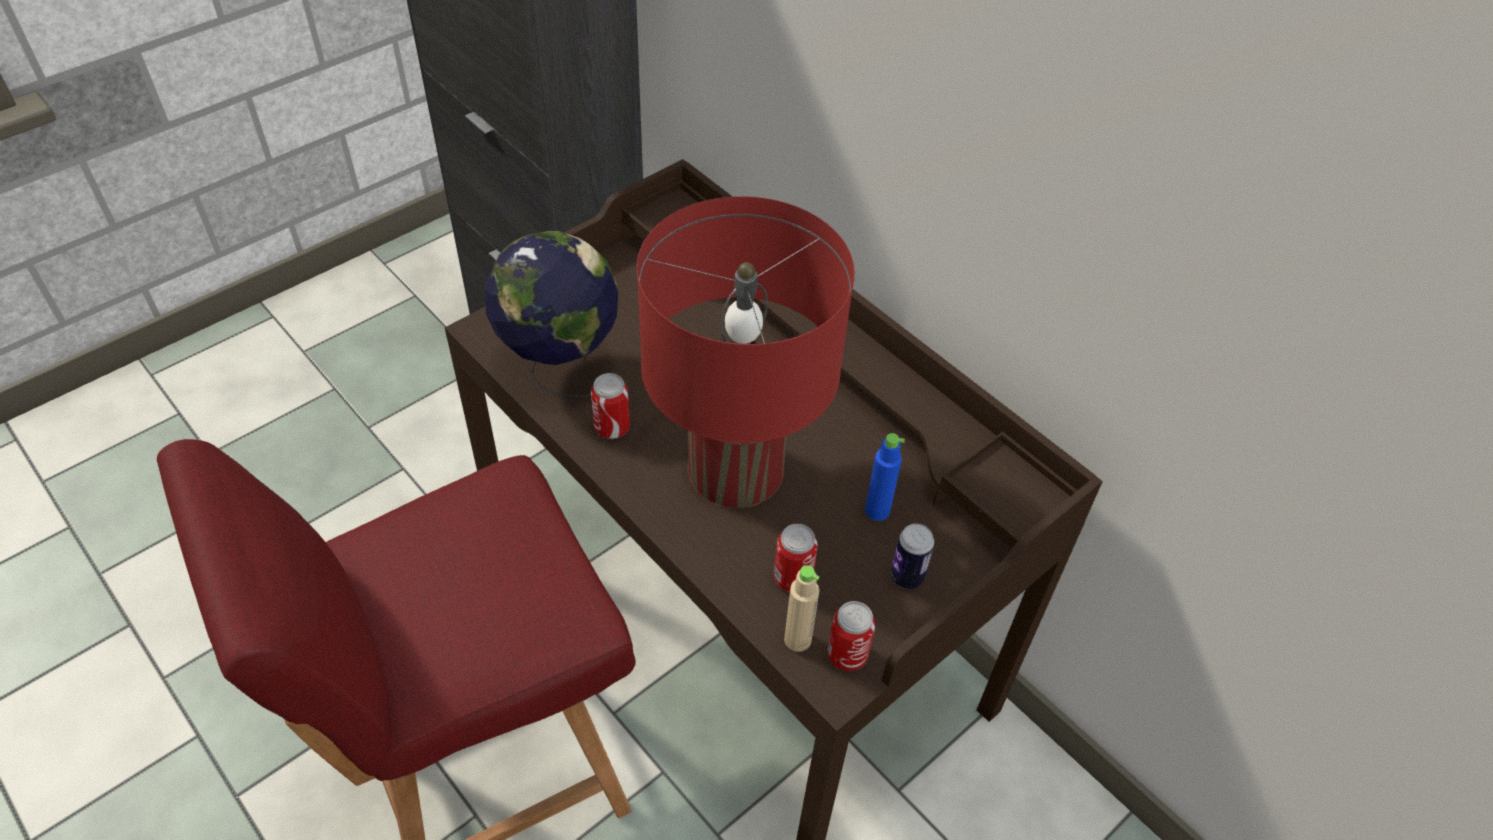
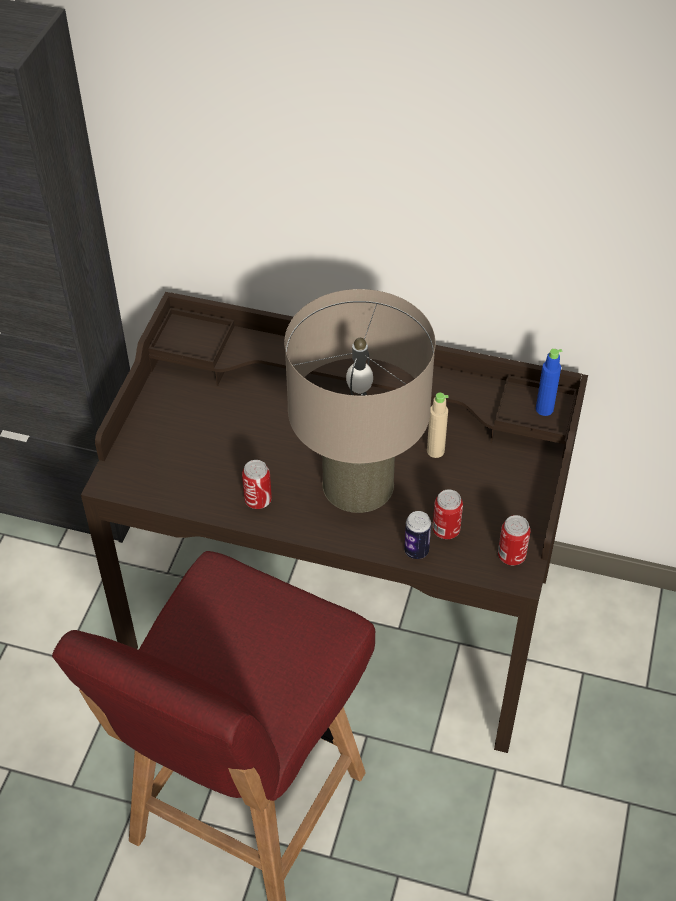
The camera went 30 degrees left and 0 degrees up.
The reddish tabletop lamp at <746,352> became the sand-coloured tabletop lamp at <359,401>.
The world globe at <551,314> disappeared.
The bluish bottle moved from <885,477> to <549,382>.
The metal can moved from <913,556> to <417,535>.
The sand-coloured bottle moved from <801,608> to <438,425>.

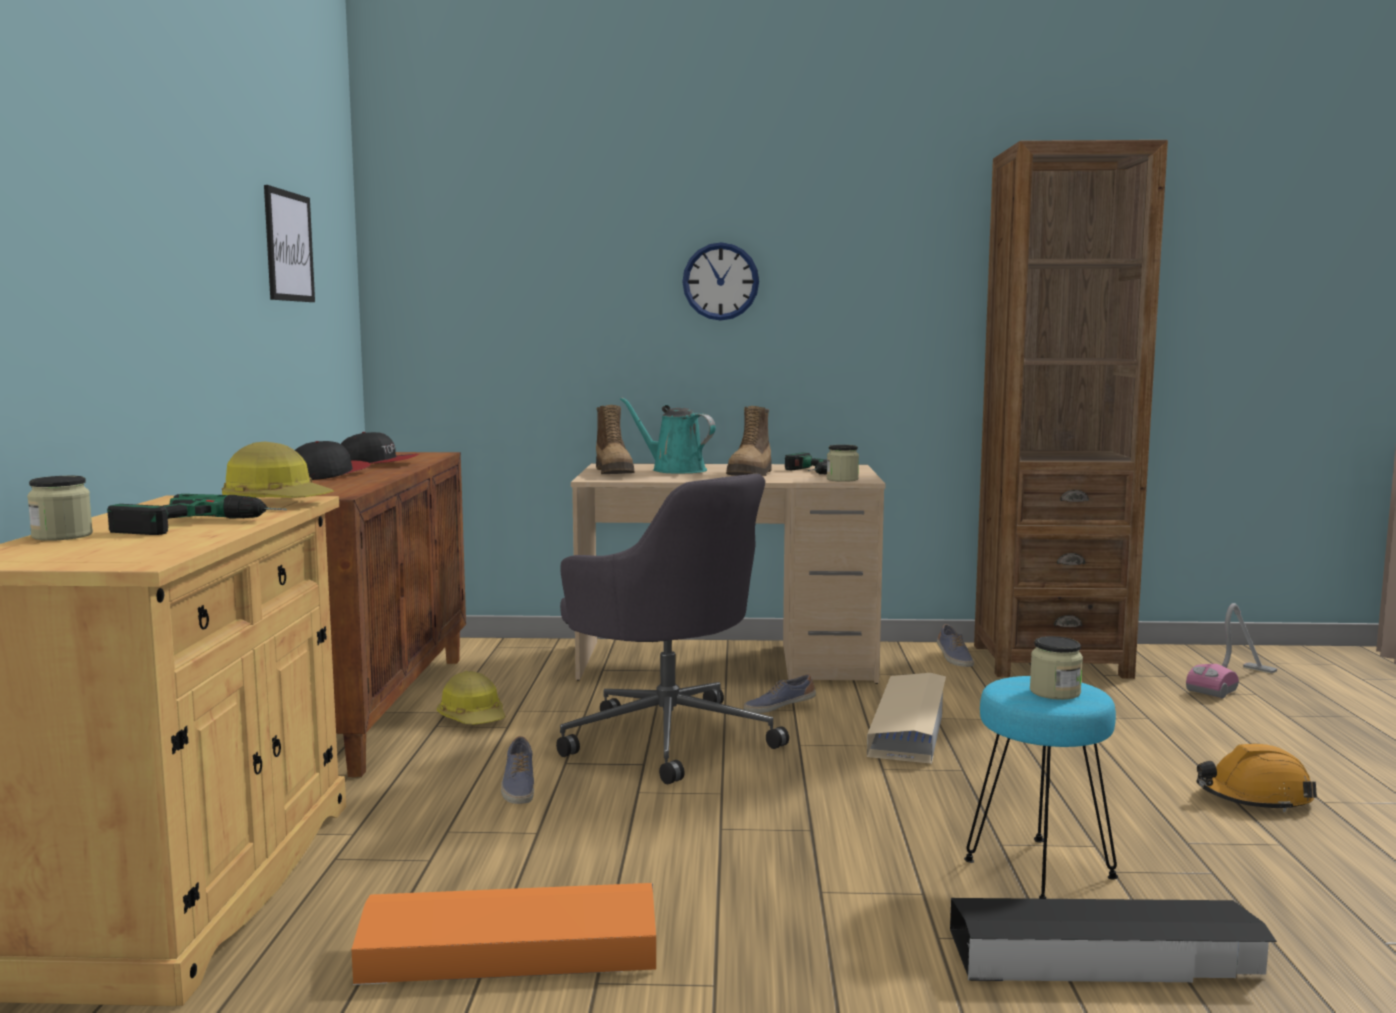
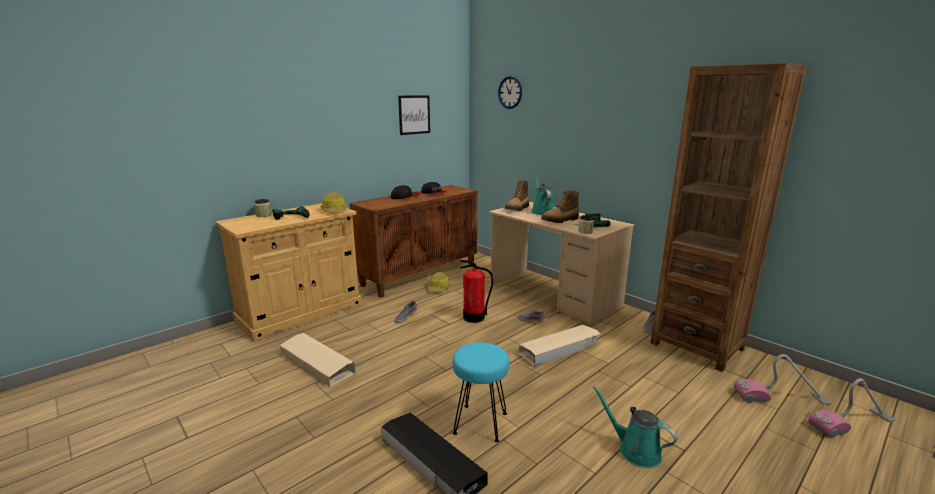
The camera went 45 degrees right and 10 degrees up.
The clock on the wall moved from <720,281> to <510,92>.
The gray office chair at <672,629> was replaced by the extinguisher at <476,291>.
The storage jar at <1056,668> disappeared.
The orange-coloured hard hat at <1256,778> was replaced by the blue-green watering pot at <635,427>.
The orange-coloured storage bin at <504,934> became the sand-coloured storage bin at <317,360>.
The vacuum at <852,408> appeared.

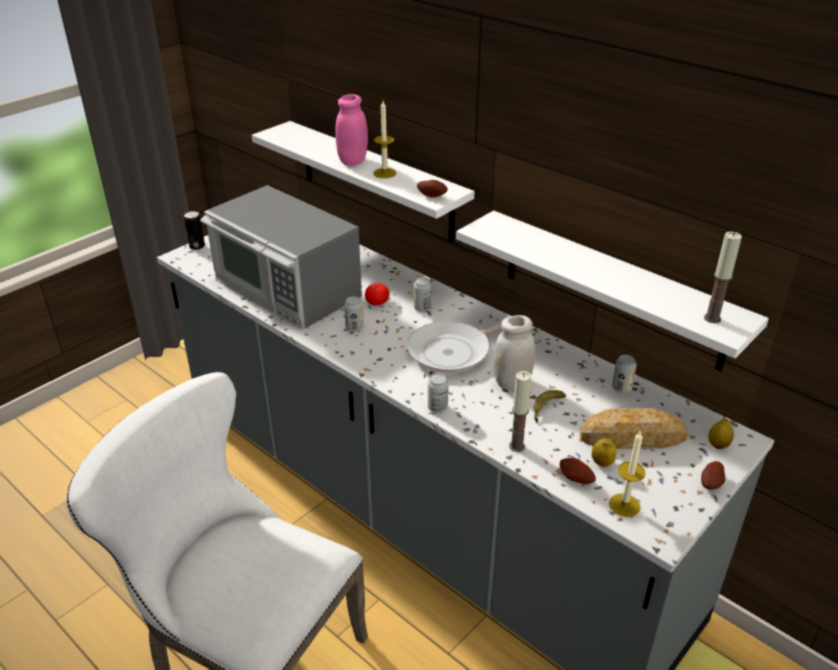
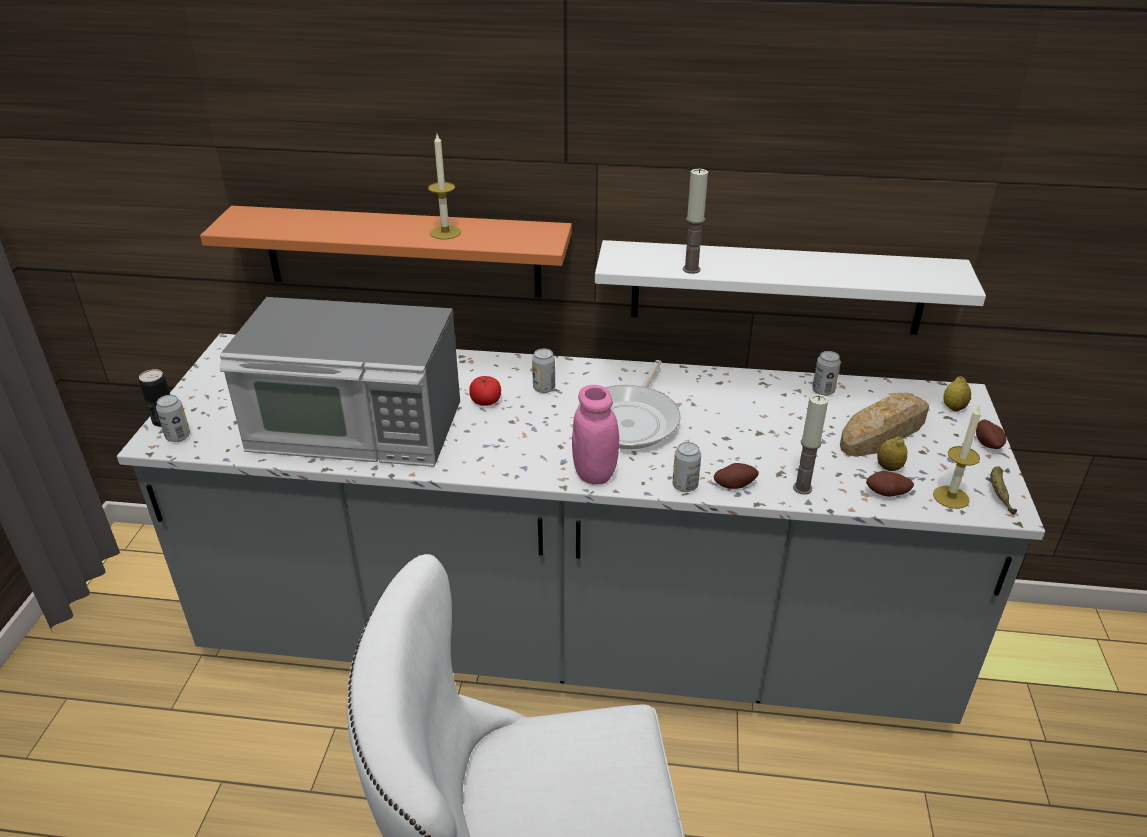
The camera went 35 degrees left and 0 degrees up.
The pink storage jar moved from <351,130> to <595,435>.
The whitish bracket shelf at <363,181> became the orange-coloured bracket shelf at <386,252>.
The whole potato moved from <432,189> to <736,476>.
The wax candle moved from <723,277> to <695,221>.
The metal can moved from <353,314> to <173,418>.
The whitish storage jar at <514,352> disappeared.
The whole banana moved from <550,406> to <1003,490>.

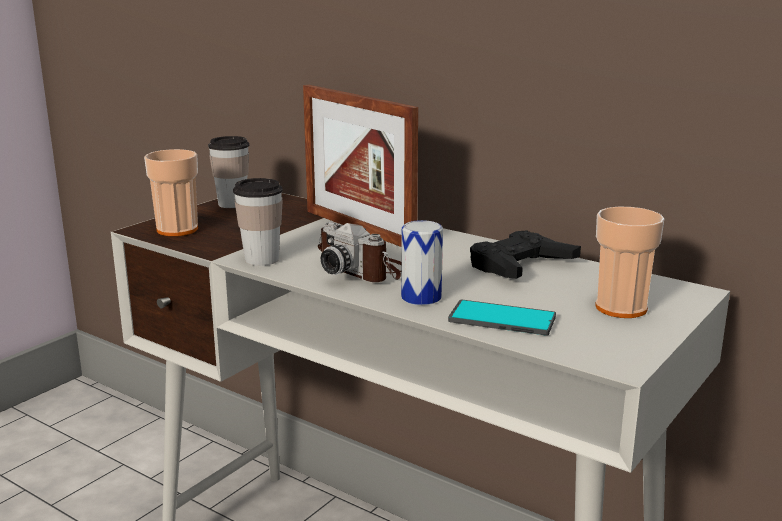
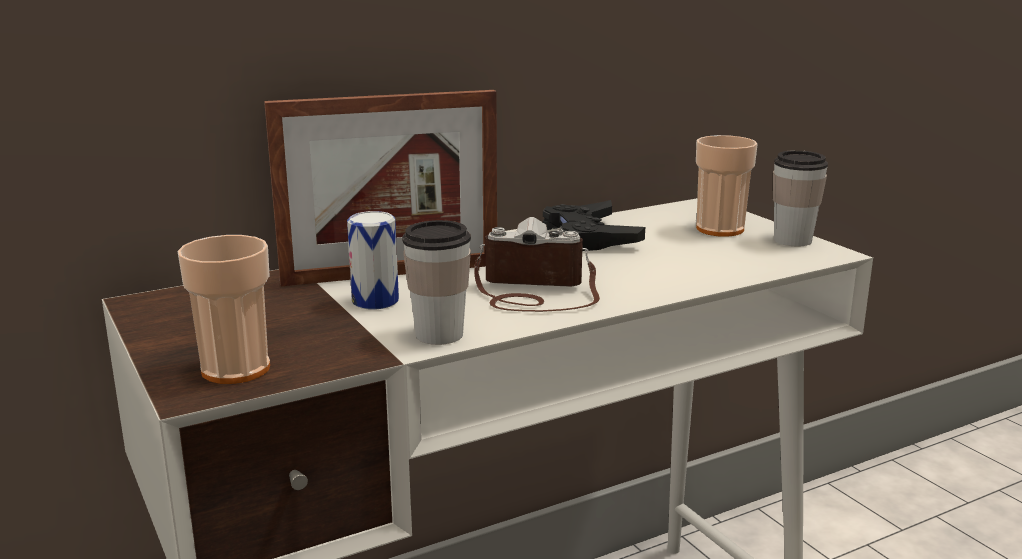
The camera went 65 degrees left and 0 degrees up.
The drinking cup moved from <228,172> to <800,198>.
The metal can moved from <422,262> to <373,260>.
The photo camera at <359,252> turned 150 degrees counterclockwise.
The telephone at <502,318> disappeared.

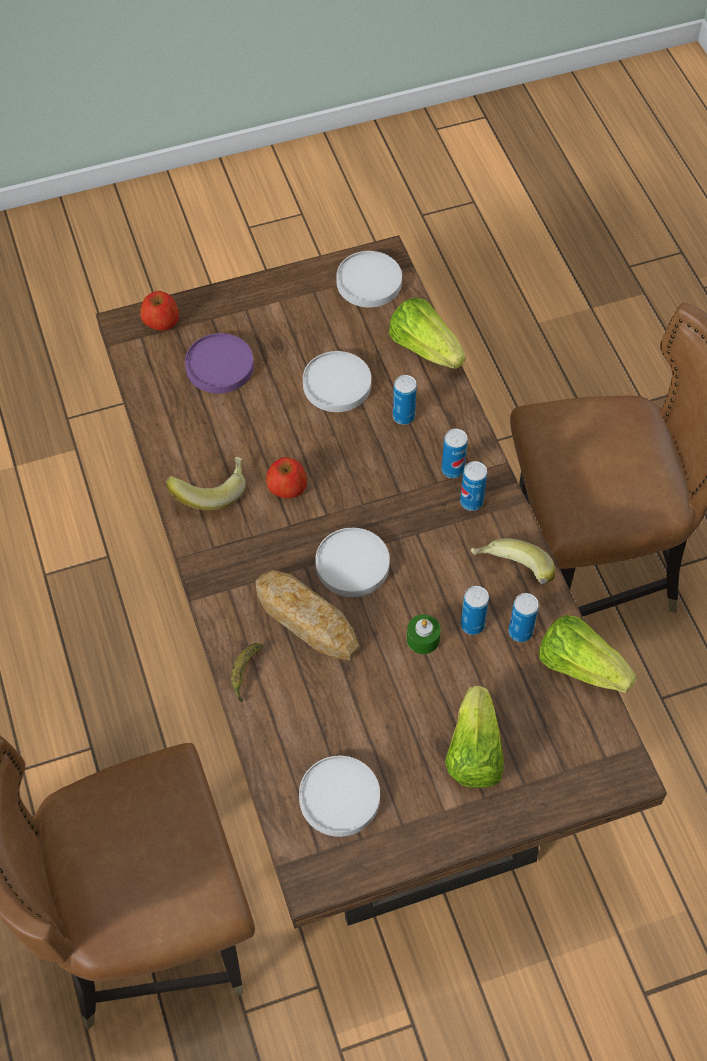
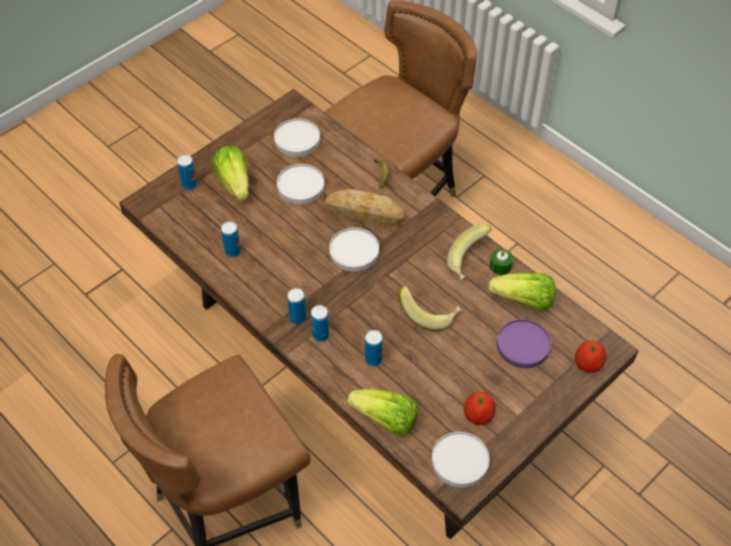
The camera went 155 degrees right and 5 degrees down.
The whitish plate moved from <337,381> to <301,184>.
The whole apple moved from <286,477> to <480,408>.
The whole banana moved from <513,561> to <429,308>.
The metal can moved from <474,610> to <187,172>.
The greenish wax candle moved from <424,634> to <501,262>.
The lettuce head moved from <588,654> to <522,291>.

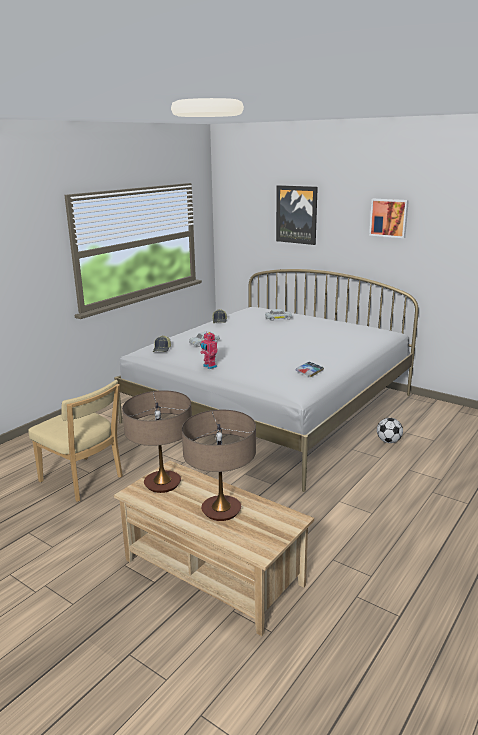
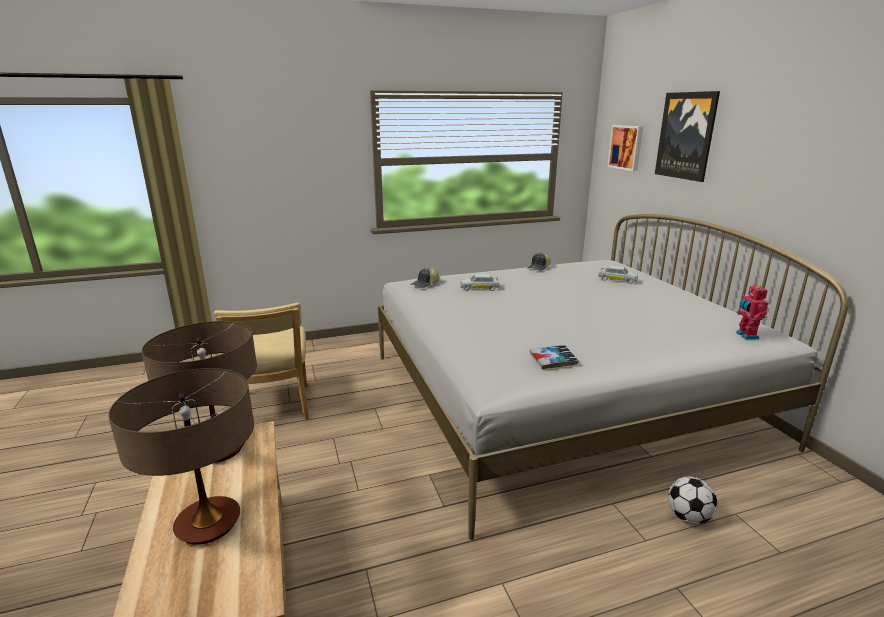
The camera went 35 degrees right and 0 degrees up.
The wall art moved from <389,218> to <625,148>.
The robot figure moved from <209,350> to <752,311>.

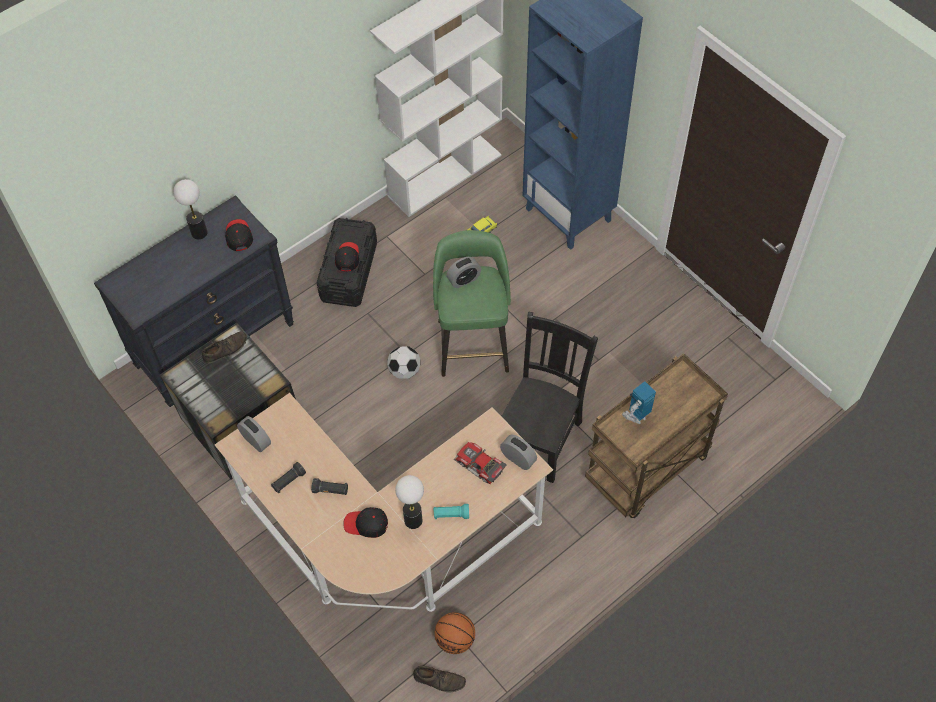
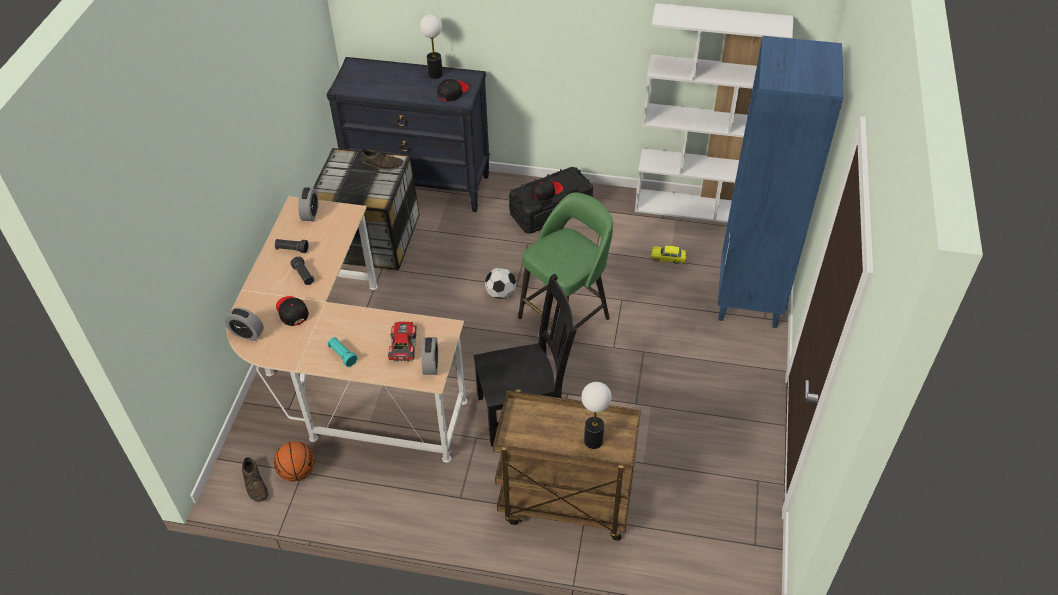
The camera went 50 degrees right and 10 degrees down.
The bedside clock moved from <464,272> to <244,324>.
The robot figure at <639,402> disappeared.
The tabletop lamp moved from <409,502> to <596,415>.

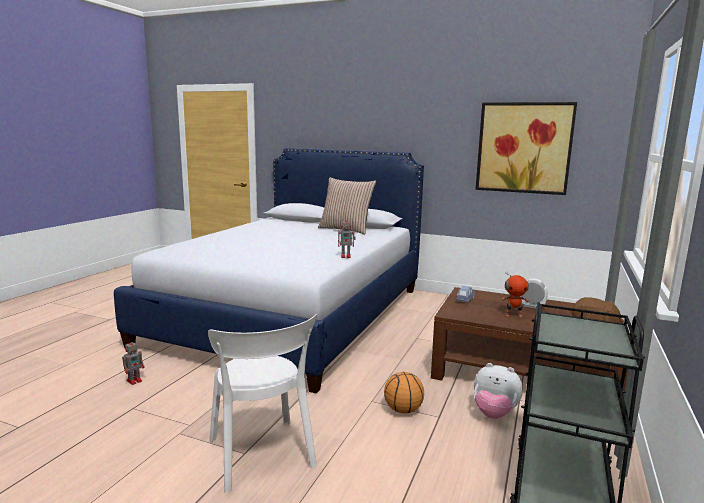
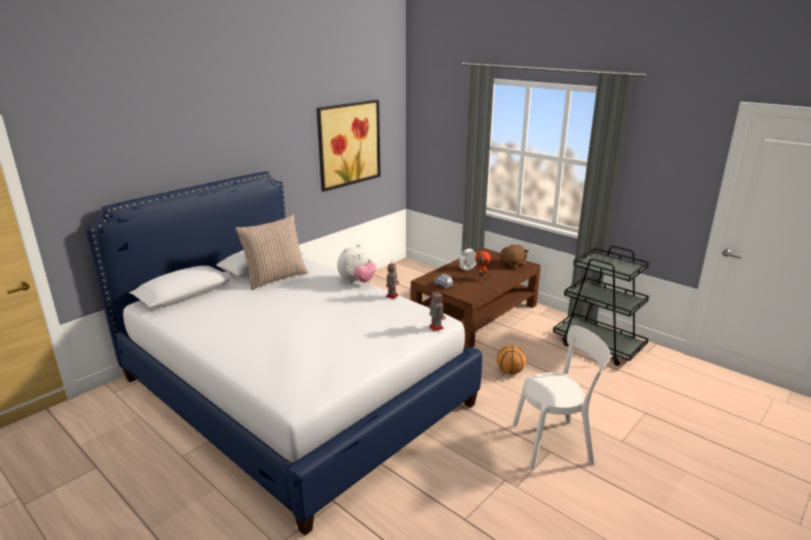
The camera went 70 degrees left and 10 degrees up.
The robot figure moved from <133,362> to <437,310>.
The soft toy moved from <498,391> to <356,263>.

